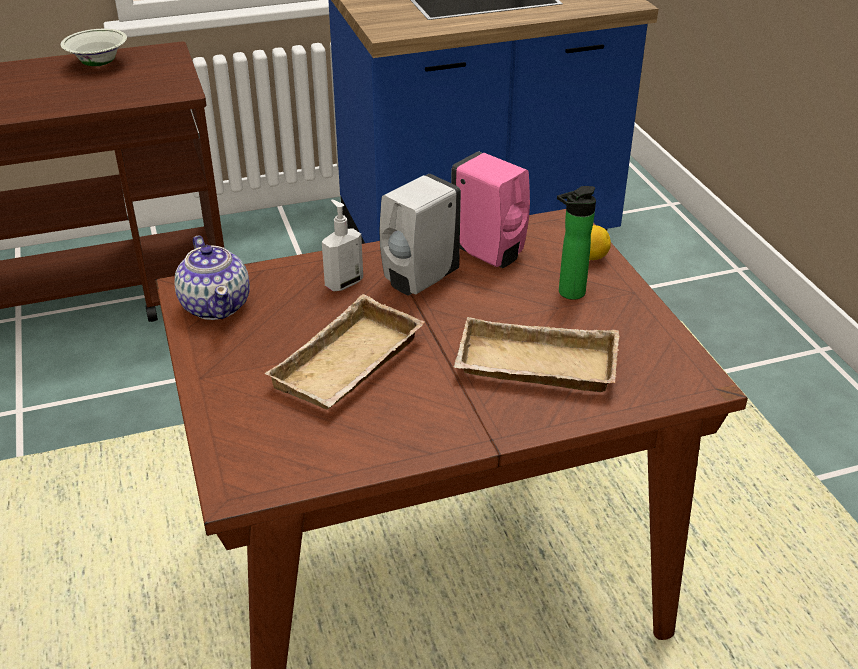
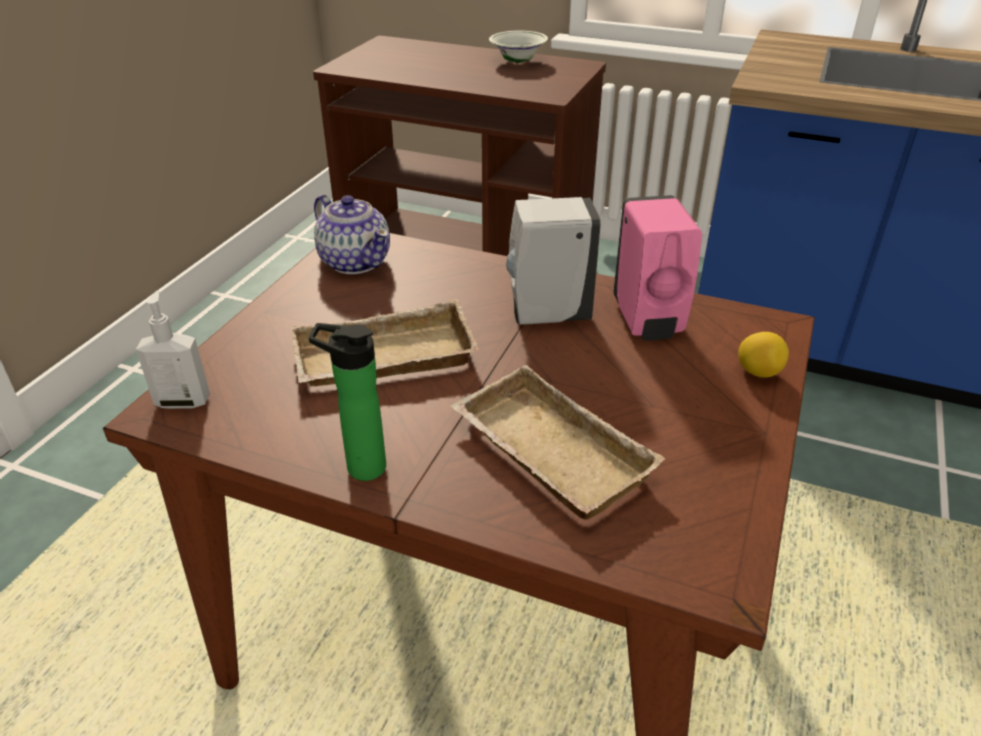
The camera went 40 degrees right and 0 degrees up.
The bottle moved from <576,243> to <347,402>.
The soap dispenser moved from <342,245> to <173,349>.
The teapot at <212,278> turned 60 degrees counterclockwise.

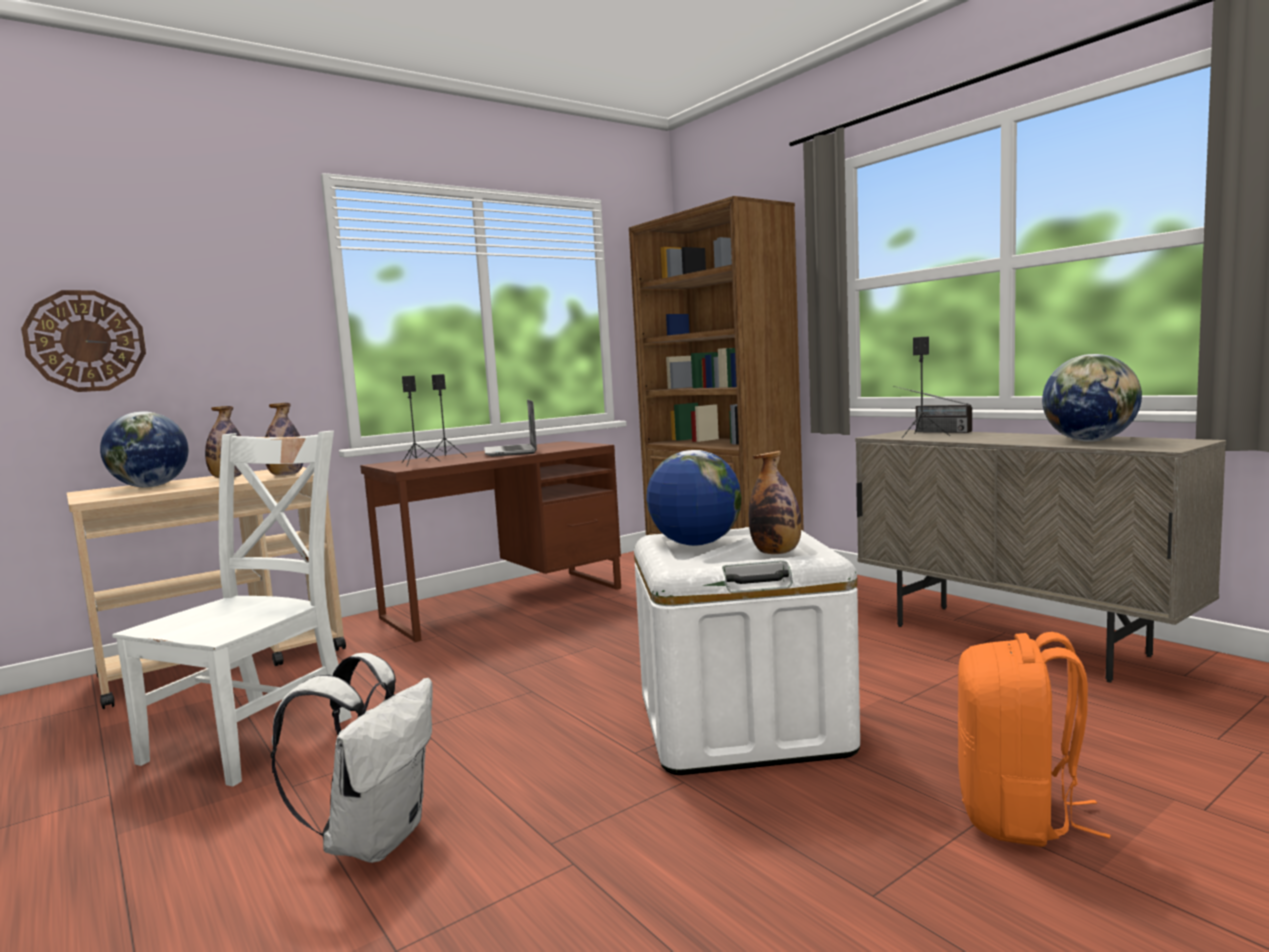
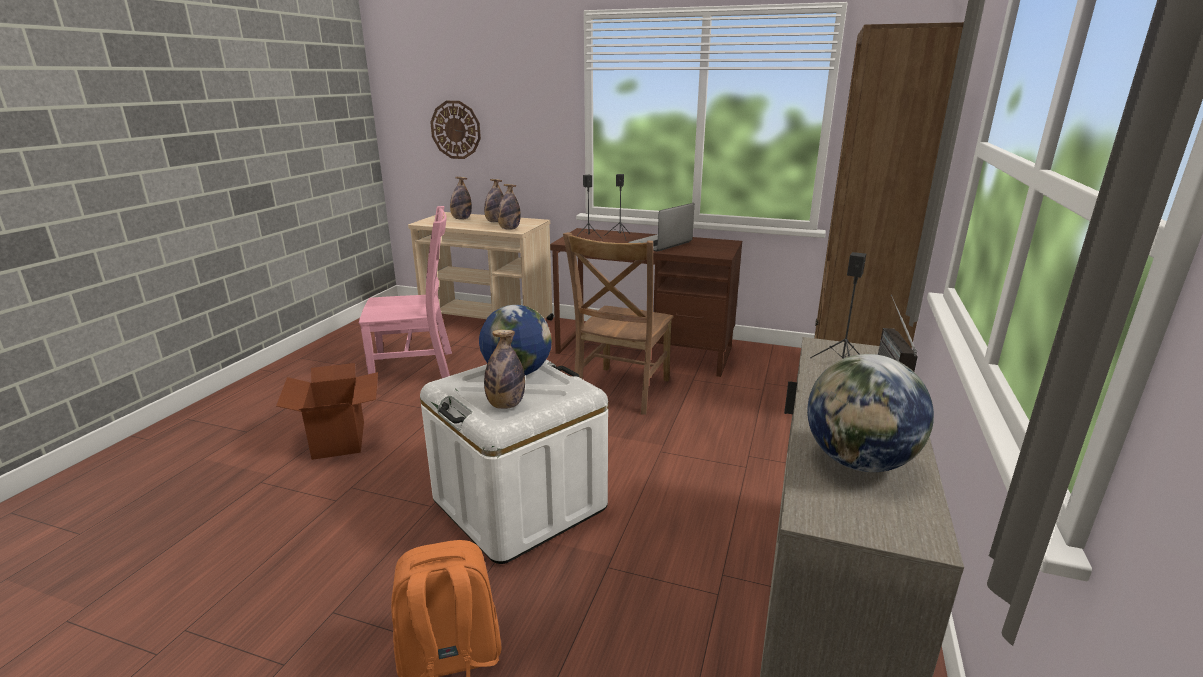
The camera went 55 degrees right and 15 degrees up.
The world globe at <144,449> was replaced by the bottle at <461,198>.
The whitish upright chair at <232,609> became the pink upright chair at <405,292>.
The whitish rucksack at <352,758> was replaced by the carton at <327,411>.
The brownish upright chair at <618,323> appeared.

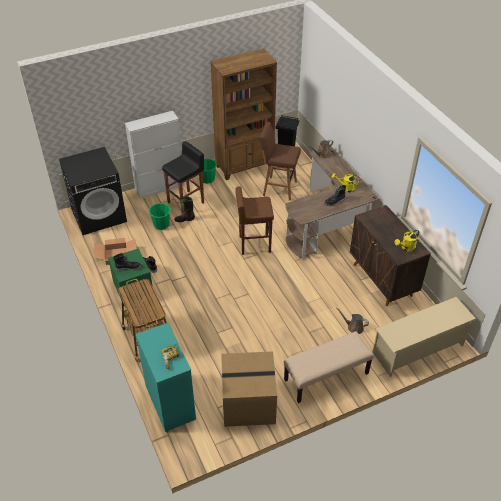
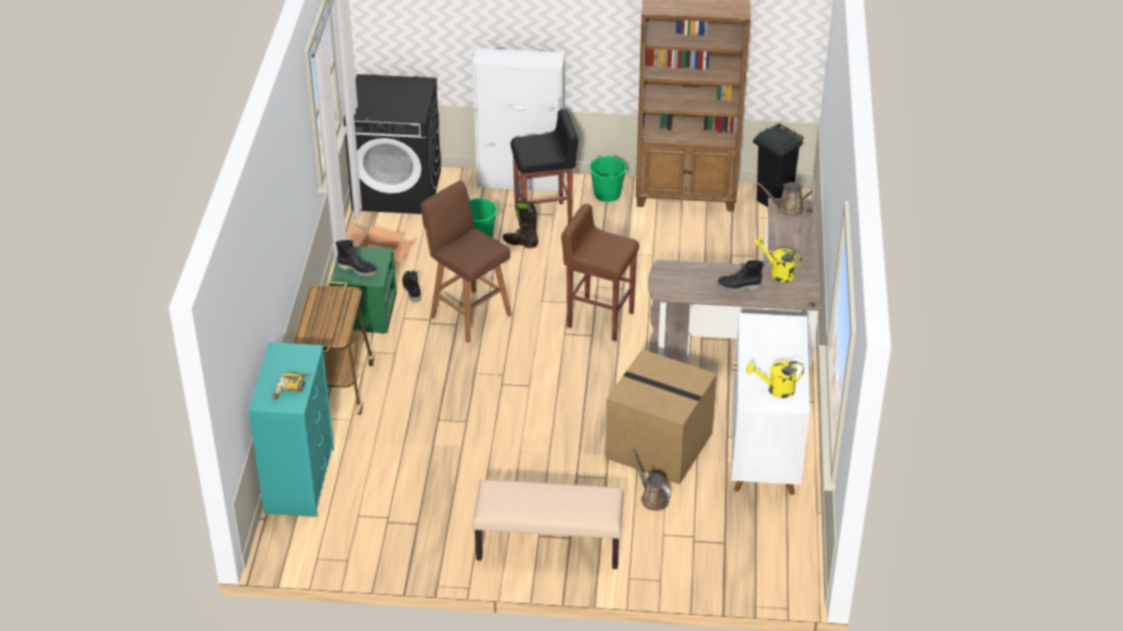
The camera went 30 degrees right and 5 degrees down.
The brownish stool seat moved from <280,161> to <466,262>.
The brownish storage cabinet at <390,255> became the whitish storage cabinet at <770,404>.
The sand-coloured shoe rack at <424,337> disappeared.
The carton moved from <249,389> to <661,416>.

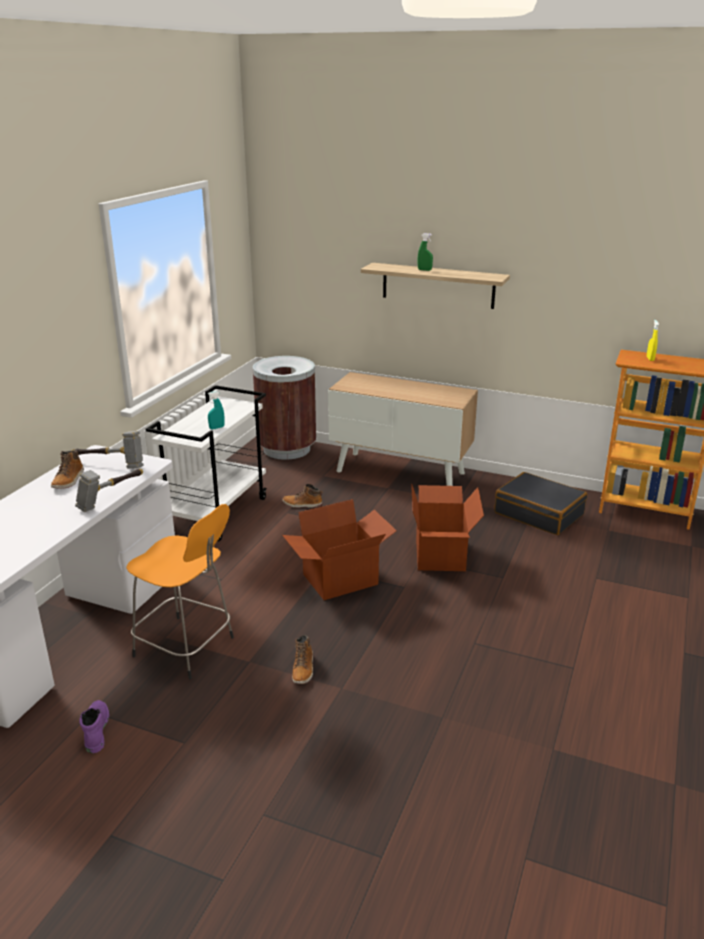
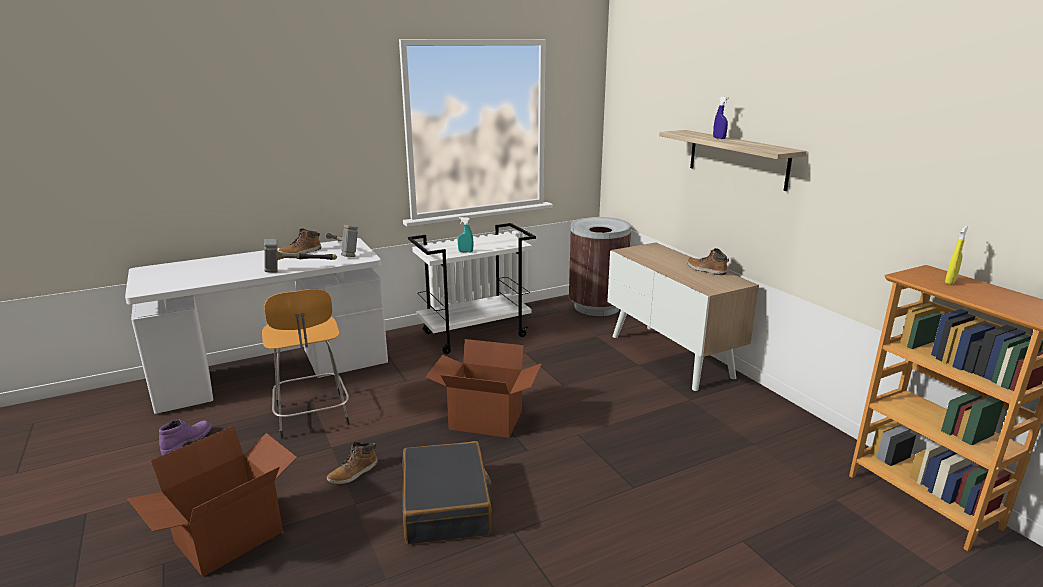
The camera went 40 degrees right and 5 degrees down.
The greenish sprayer at <425,252> became the bluish sprayer at <721,118>.
The blackish suitcase moved from <540,503> to <447,492>.
The carton moved from <447,527> to <212,501>.
The high-top boot moved from <302,496> to <708,261>.

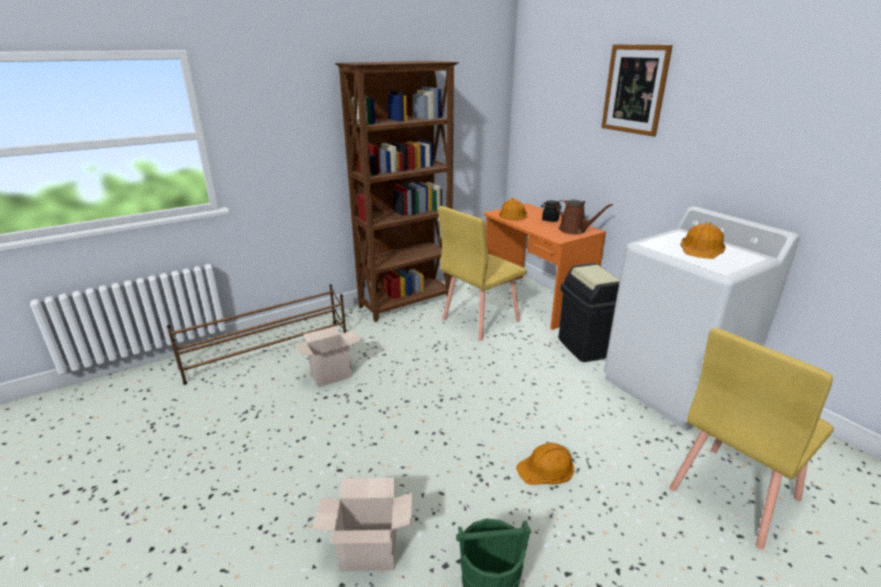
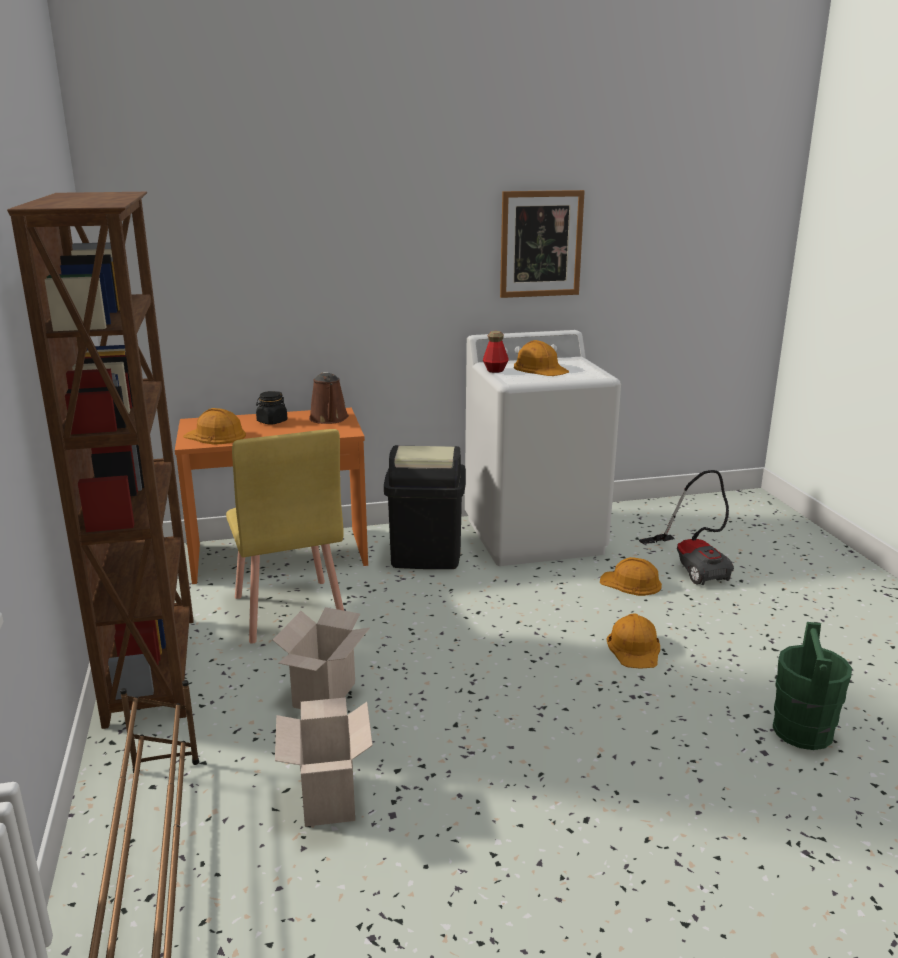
The camera went 70 degrees left and 5 degrees down.
The wall art moved from <637,90> to <542,244>.
The brownish watering pot at <584,216> turned 105 degrees clockwise.
The yellowish upright chair at <751,439> was replaced by the vacuum at <686,527>.
The carton moved from <362,524> to <321,658>.
The bottle at <496,352> appeared.
The orange-coloured hard hat at <631,576> appeared.

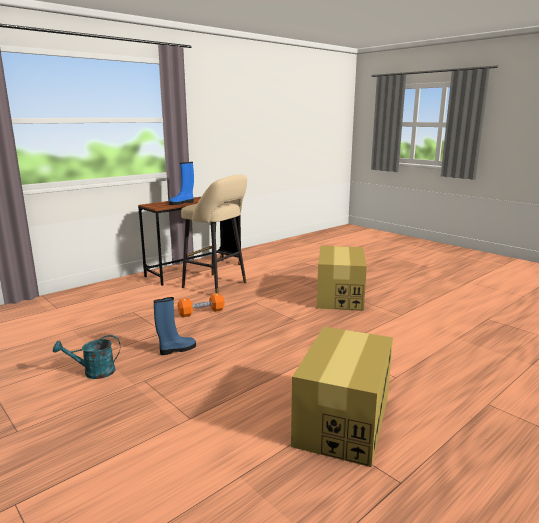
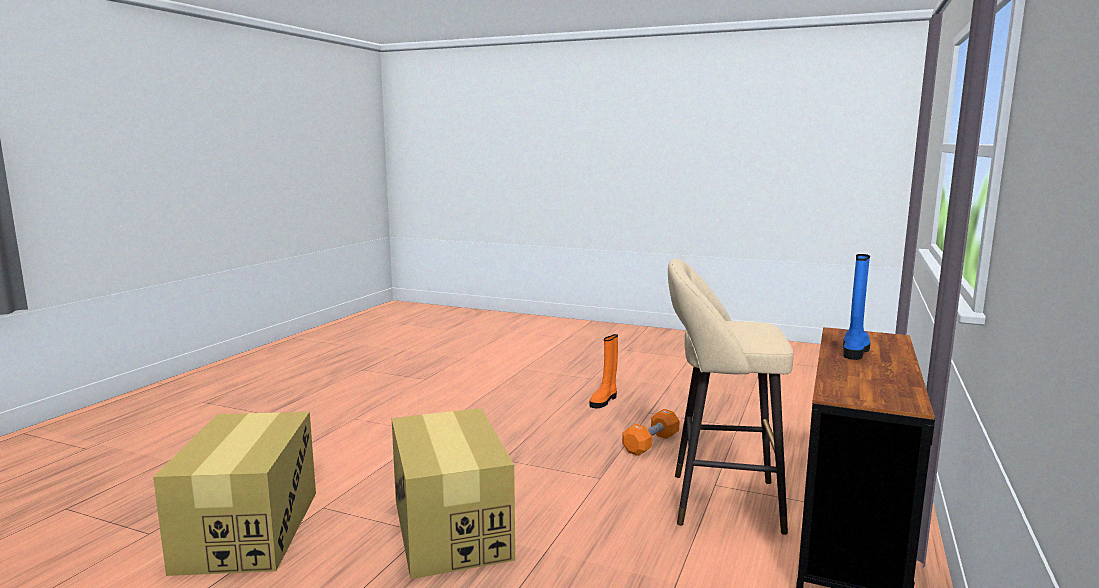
The camera went 155 degrees right and 5 degrees down.
The bluish high-top boot at <175,326> became the orange-coloured high-top boot at <604,371>.
The carton moved from <342,397> to <234,494>.
The blue-green watering pot at <86,357> disappeared.

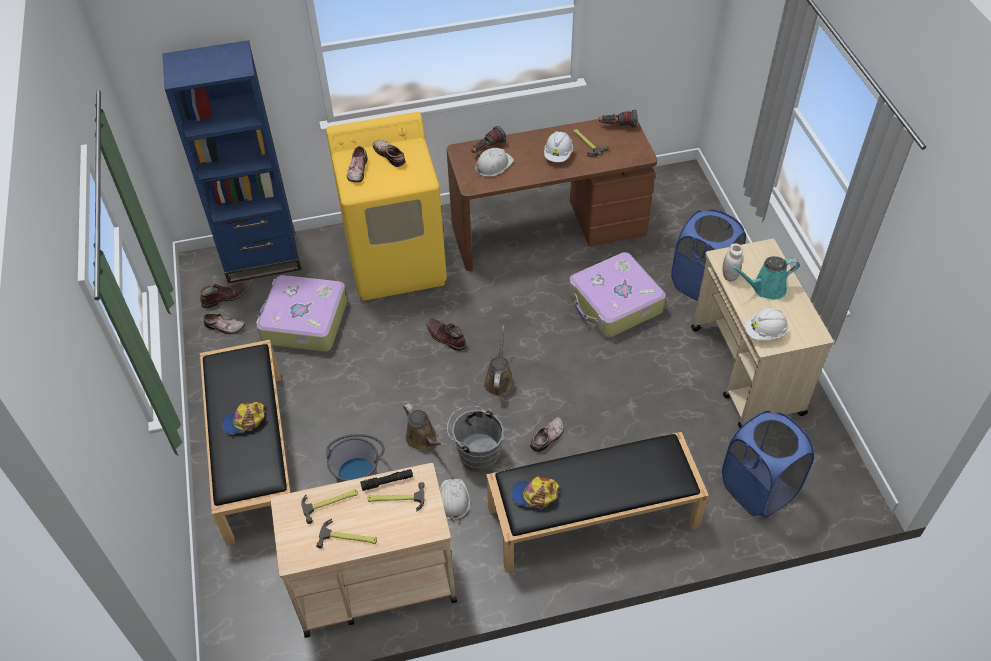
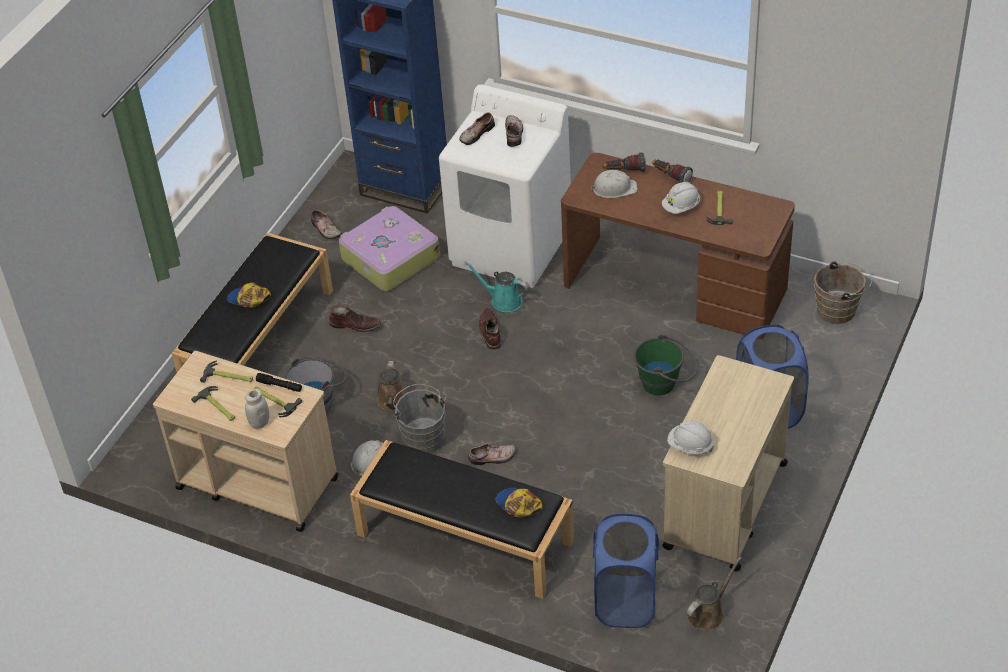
The camera went 40 degrees right and 5 degrees down.
The torch moved from <618,119> to <672,171>.
The yellowish washing machine at <386,206> became the whitish washing machine at <505,186>.
The whitish storage jar moved from <732,262> to <257,409>.
The suitcase at <617,295> was replaced by the greenish water bucket at <666,364>.
The blue-green watering pot moved from <765,278> to <496,286>.
The brownish high-top boot moved from <224,295> to <355,318>.
The brownish watering pot moved from <499,360> to <714,594>.
The cap moved from <535,492> to <519,502>.
The brownish water bucket at <843,292> appeared.

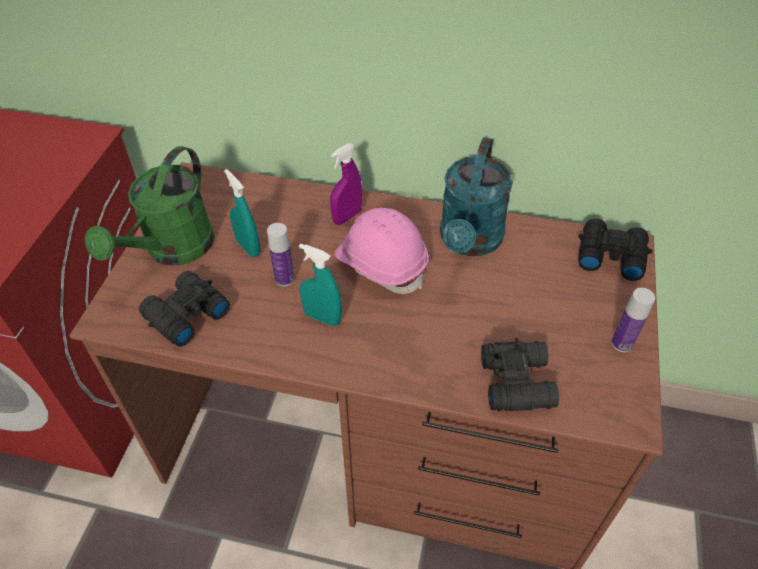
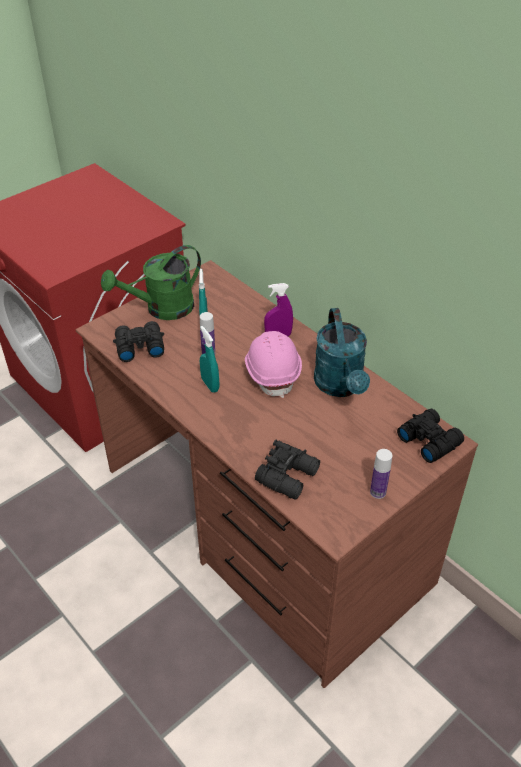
The camera went 35 degrees right and 5 degrees down.
The blue-green watering pot at <476,196> turned 60 degrees counterclockwise.

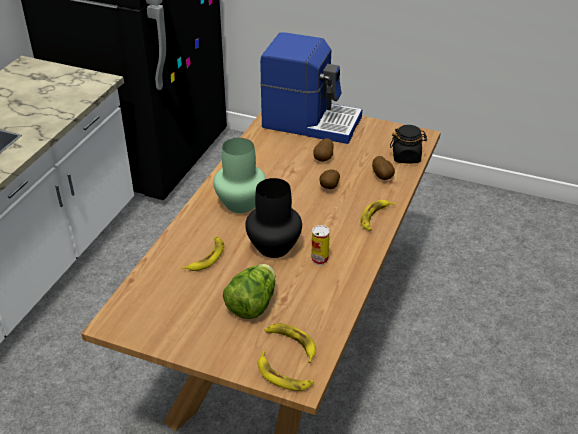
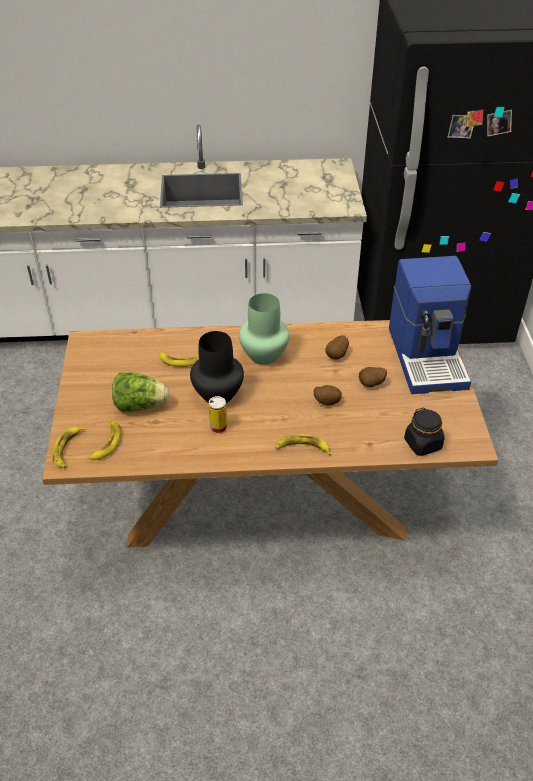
The camera went 65 degrees right and 5 degrees up.
The whole potato moved from <383,168> to <337,347>.

